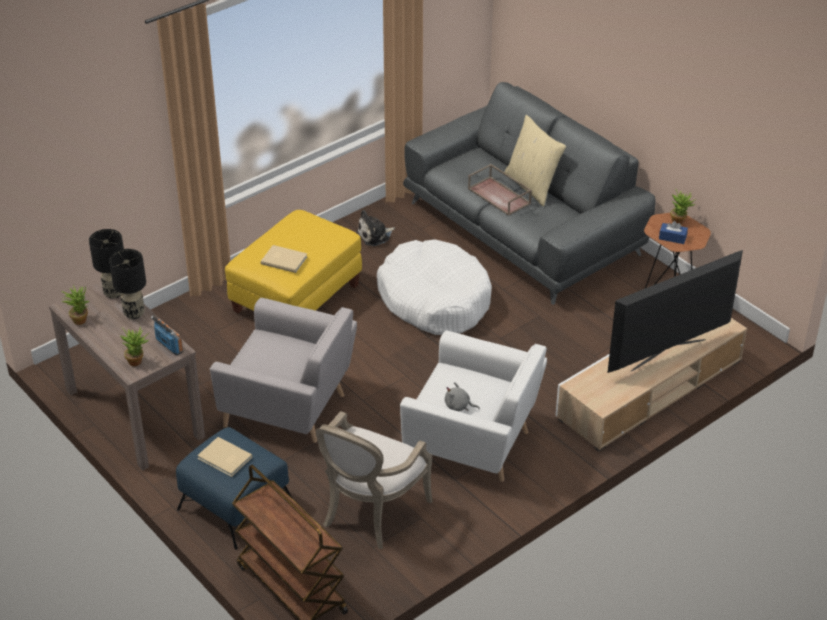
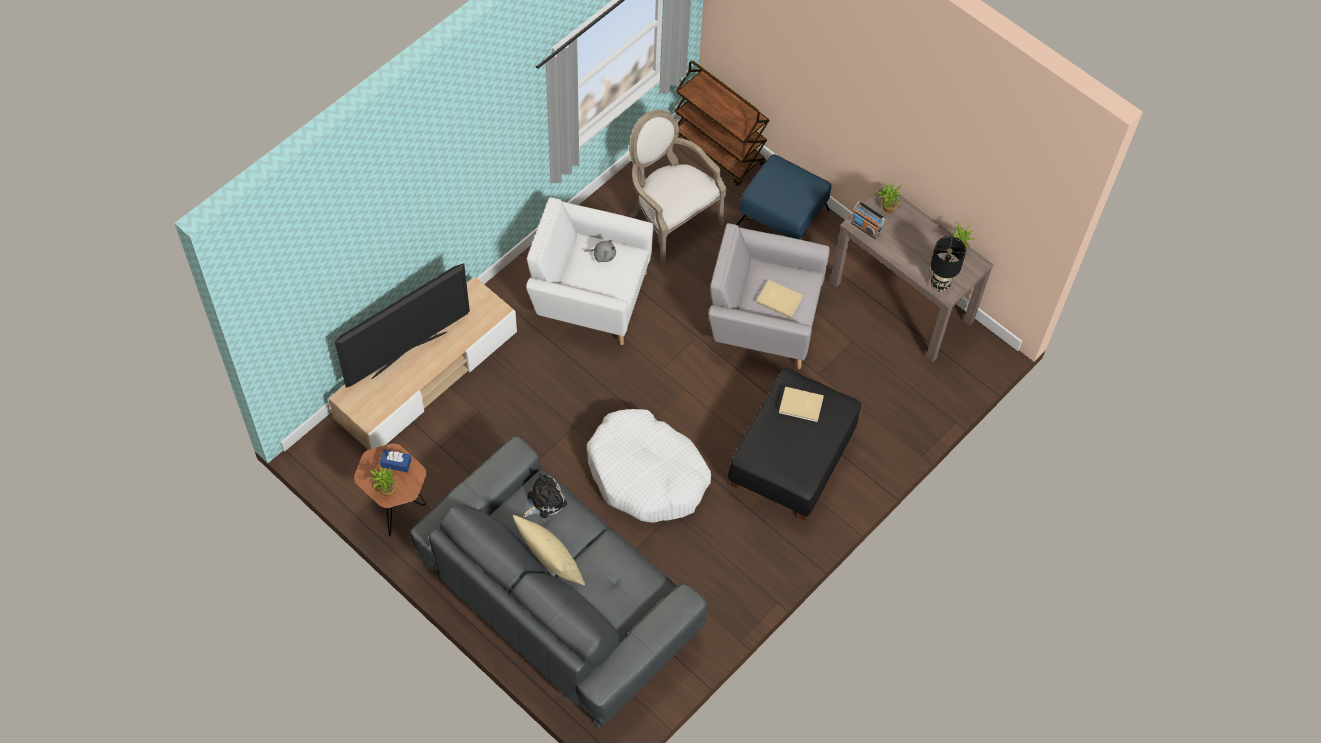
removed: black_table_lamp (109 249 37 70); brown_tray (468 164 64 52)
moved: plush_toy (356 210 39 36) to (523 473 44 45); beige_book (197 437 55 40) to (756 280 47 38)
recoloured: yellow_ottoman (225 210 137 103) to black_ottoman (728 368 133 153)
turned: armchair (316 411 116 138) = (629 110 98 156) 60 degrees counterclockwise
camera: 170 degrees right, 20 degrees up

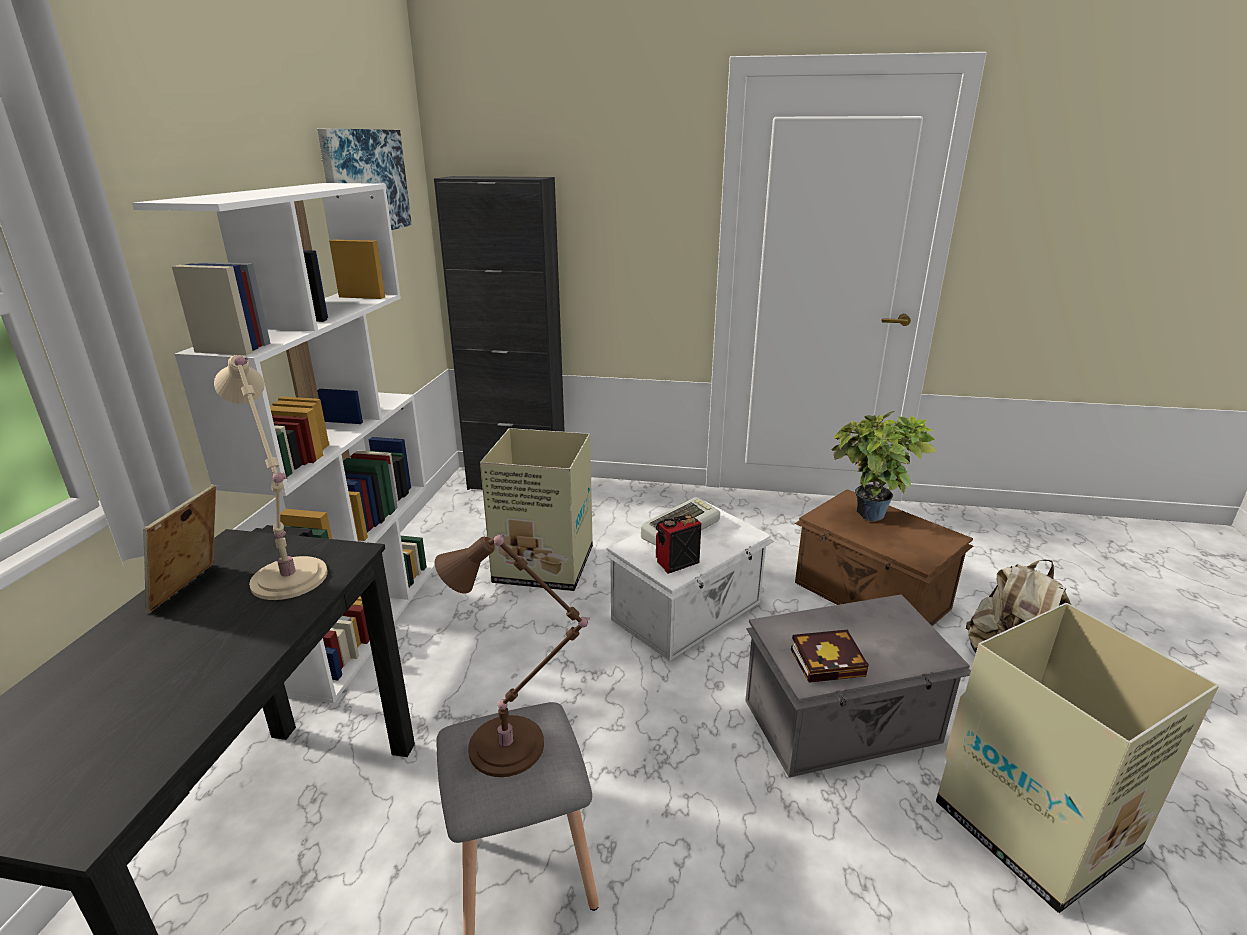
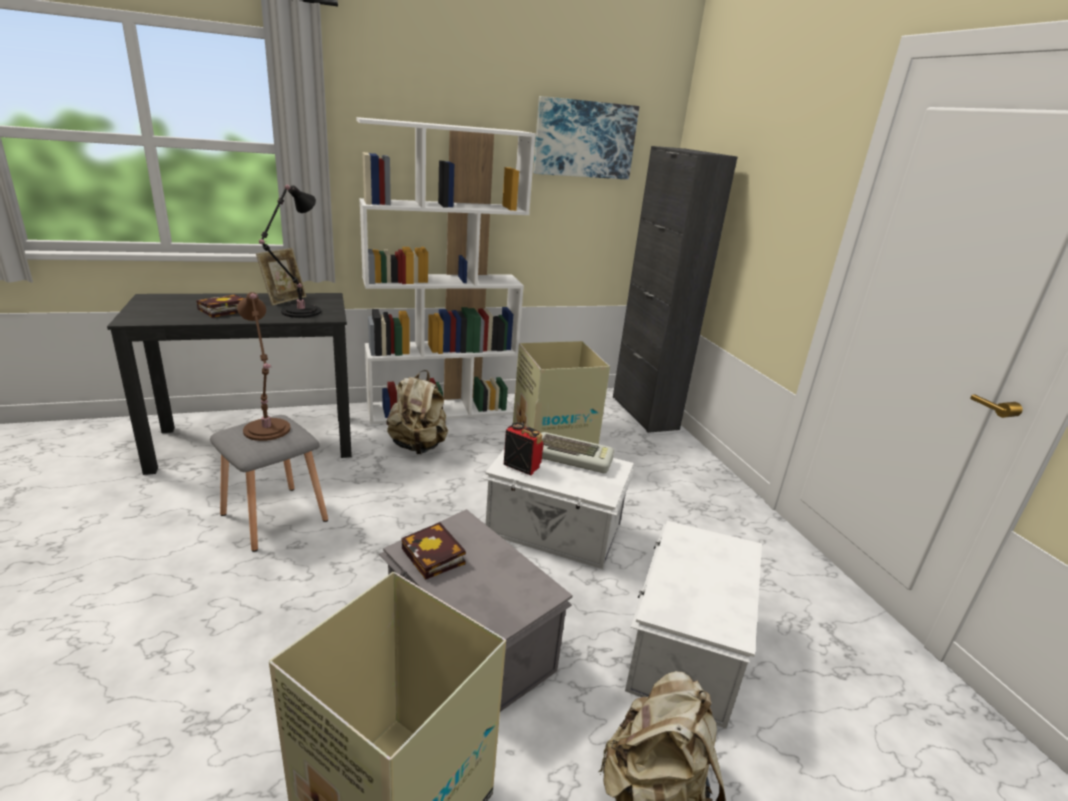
removed: potted_plant (831 411 105 111)
added: book (196 295 48 23); beige_backpack (387 370 61 84)
recoloured: beige_table_lamp (214 355 113 245) to black_table_lamp (259 185 62 133); brown_storage_box (795 489 178 137) to white_storage_box (625 521 137 208)
turned: picture_frame (143 485 73 128) = (256 248 51 58) 135 degrees clockwise
camera: 60 degrees right, 0 degrees up

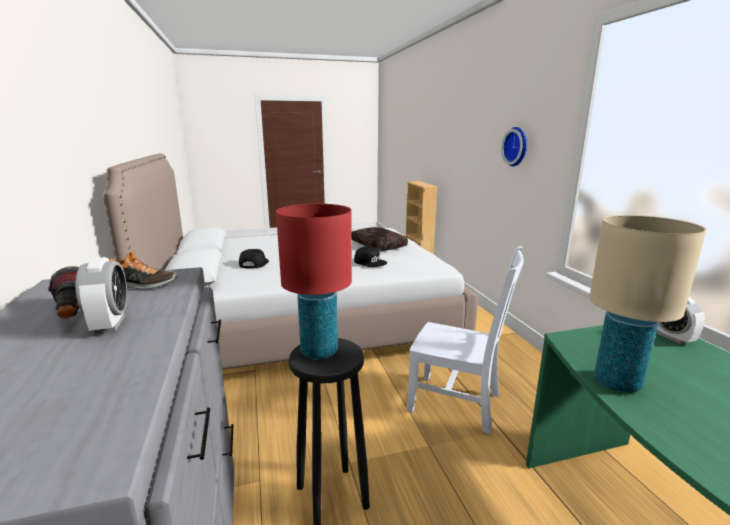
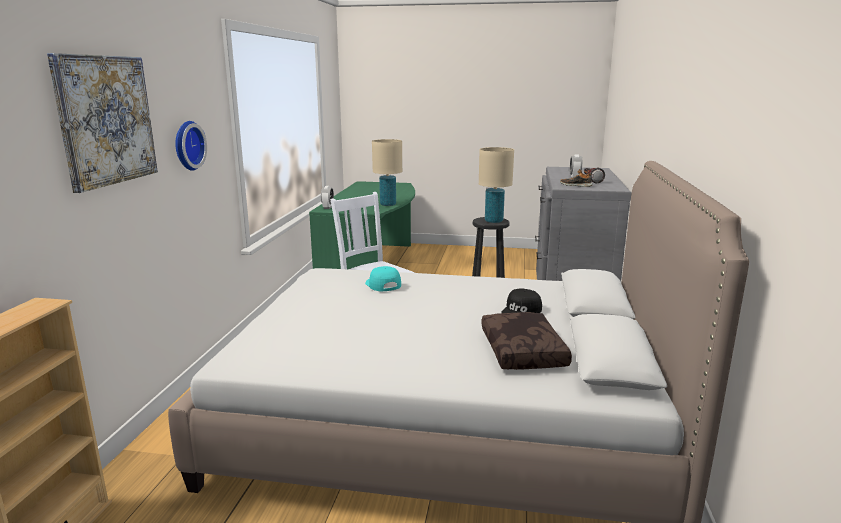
added: picture (47 53 111 140)
moved: brown_pillow (352 227 56 24) to (481 312 91 58)
recoloured: black_cap (354 246 33 21) to turquoise_cap (365 266 36 25); red_table_lamp (276 204 76 156) to beige_table_lamp (479 147 35 76)
camera: 155 degrees left, 0 degrees up

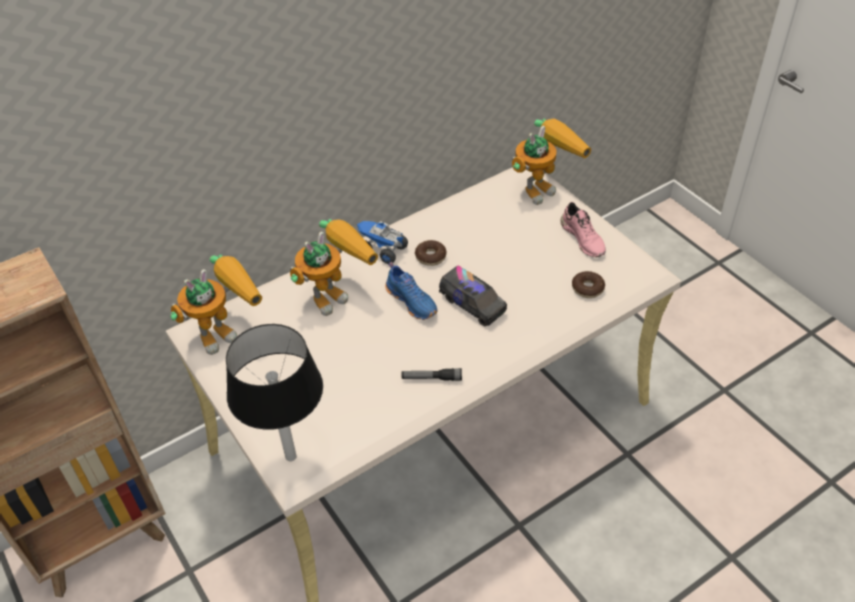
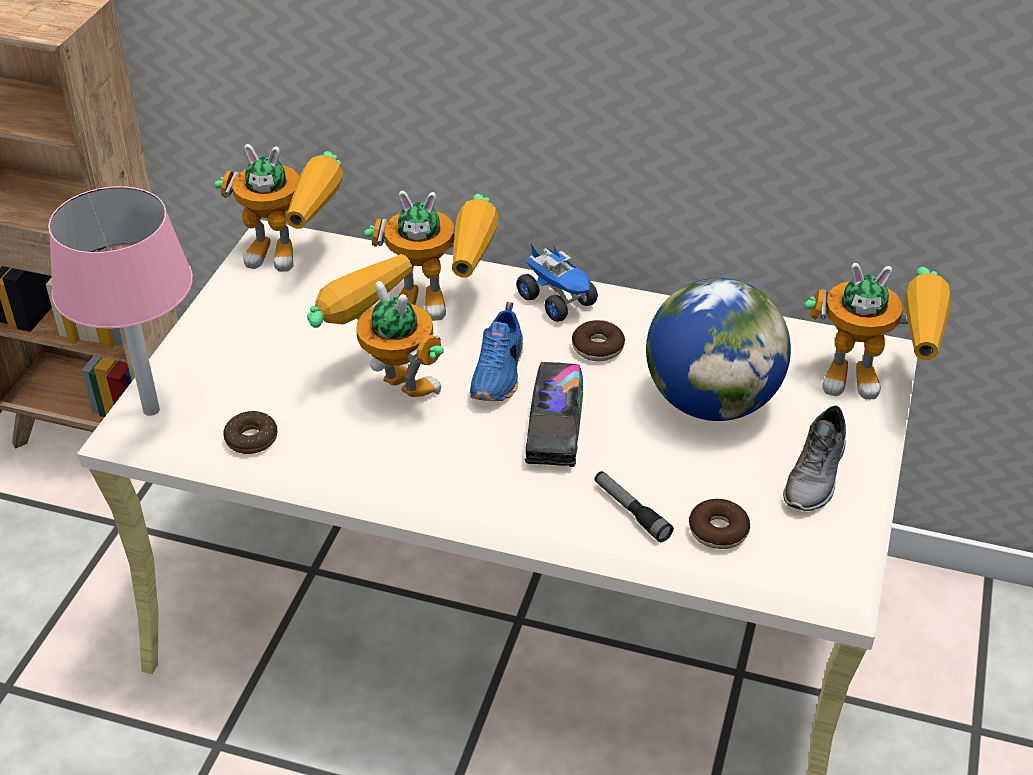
added: donut (223 410 55 44); toy_robot (307 254 137 143); globe (646 278 145 143)
moved: flashlight (402 368 60 13) to (594 471 80 71)
recoloured: black_table_lamp (226 324 97 137) to pink_table_lamp (48 186 145 230); pink_shoe (560 202 46 55) to grey_shoe (783 406 63 105)
turned: toy_truck (357 221 51 43) = (516 244 82 78) 150 degrees clockwise
camera: 50 degrees right, 5 degrees down

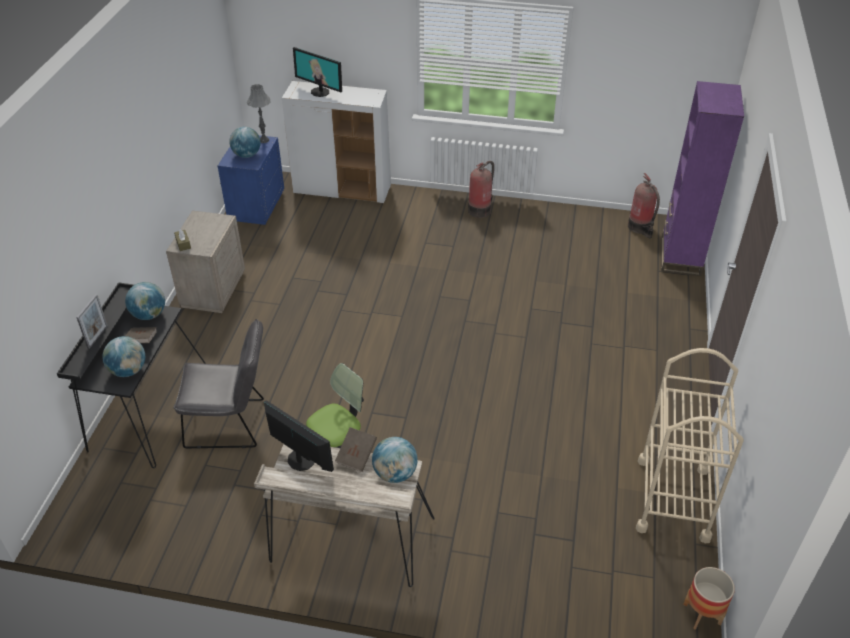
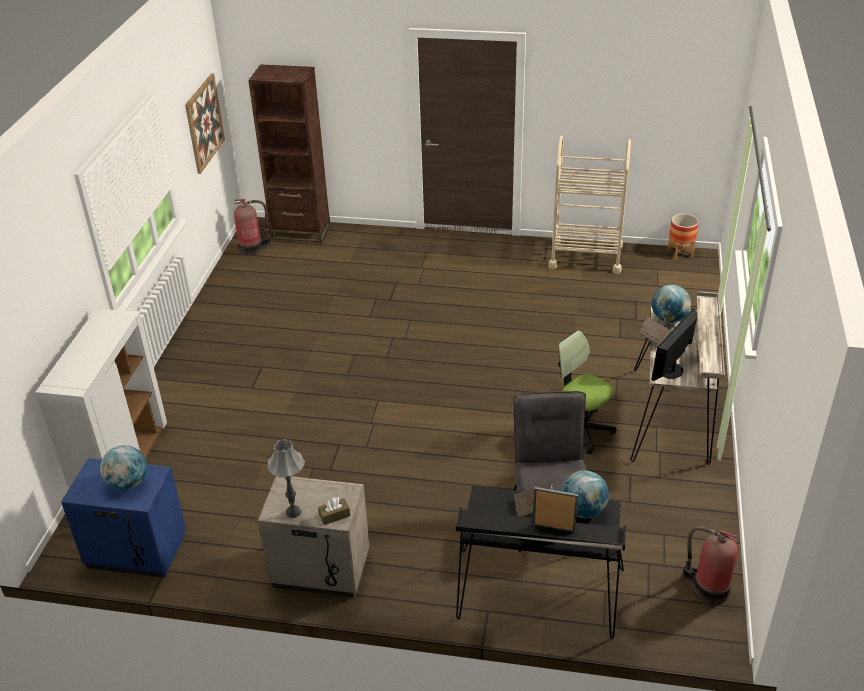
removed: globe (125 282 40 38); monitor (293 47 49 50)
added: picture (185 73 40 101)
moved: grey_table_lamp (247 84 24 59) to (268 439 37 79); fire_extinguisher (468 161 26 57) to (682 526 56 79)
recoloured: purple_bookcase (661 81 83 195) to brown_bookcase (248 64 82 179)
camera: 90 degrees left, 5 degrees down

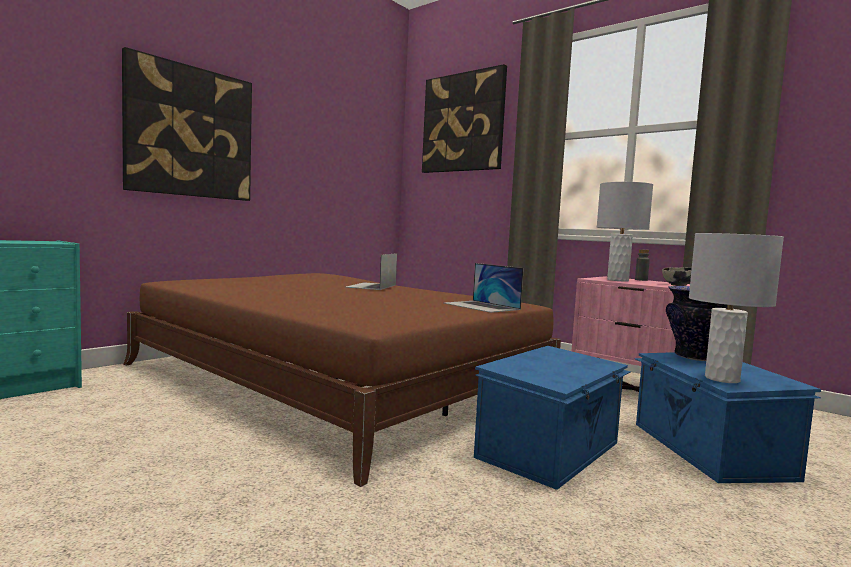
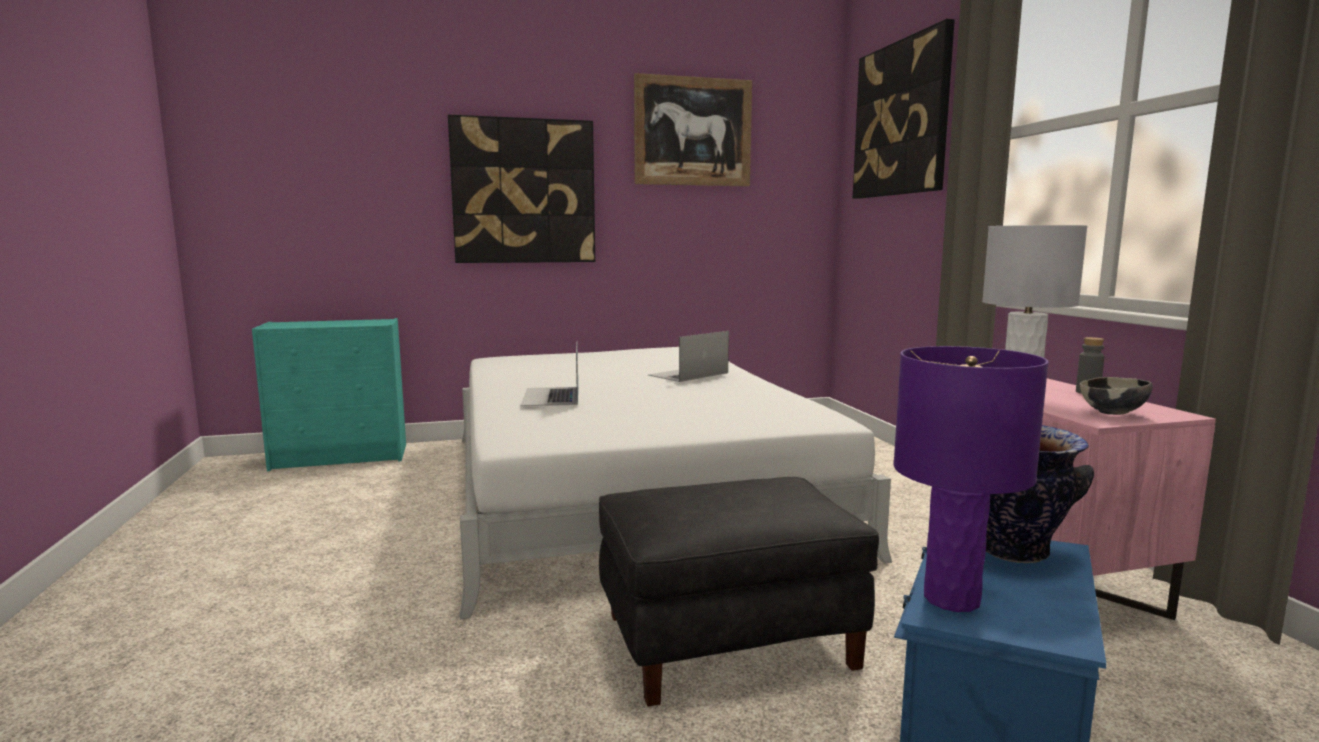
added: picture (634 73 118 113)
moved: laptop (444 263 80 50) to (521 344 57 62)
replaced: blue_storage_box (474 346 156 144) to black_ottoman (599 477 280 229)
recoloured: brown_bed (123 273 438 214) to white_bed (460 347 432 272); grey_table_lamp (689 233 95 150) to purple_table_lamp (893 346 156 266)
camera: 35 degrees right, 5 degrees up

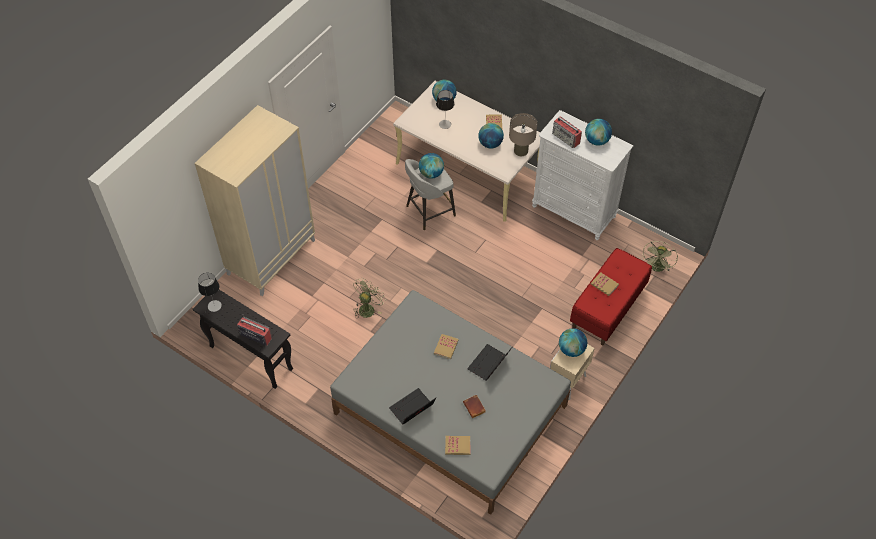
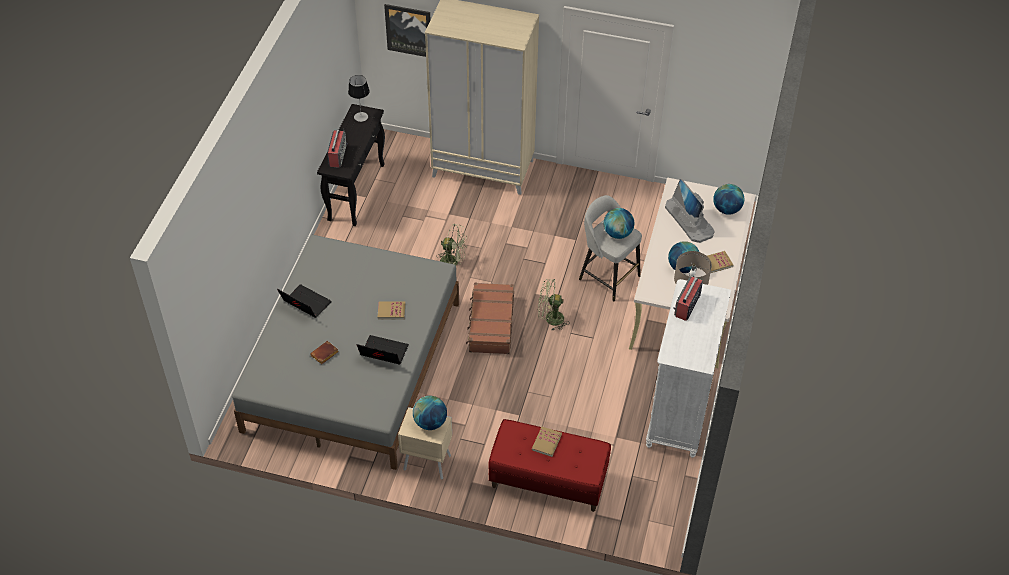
removed: book (445 436 25 19); globe (585 119 27 27)
added: picture (384 4 46 53); brown_suitcase (466 283 48 71)
moved: green_fan (642 241 36 31) to (538 279 32 52)
replaced: table_lamp (436 90 18 39) to monitor (665 179 50 64)
camera: 70 degrees right, 5 degrees down

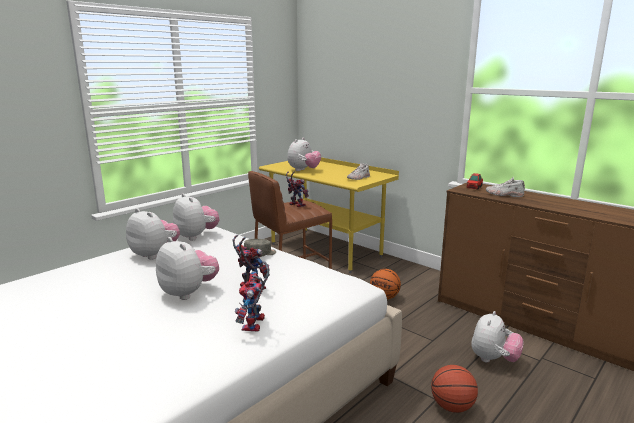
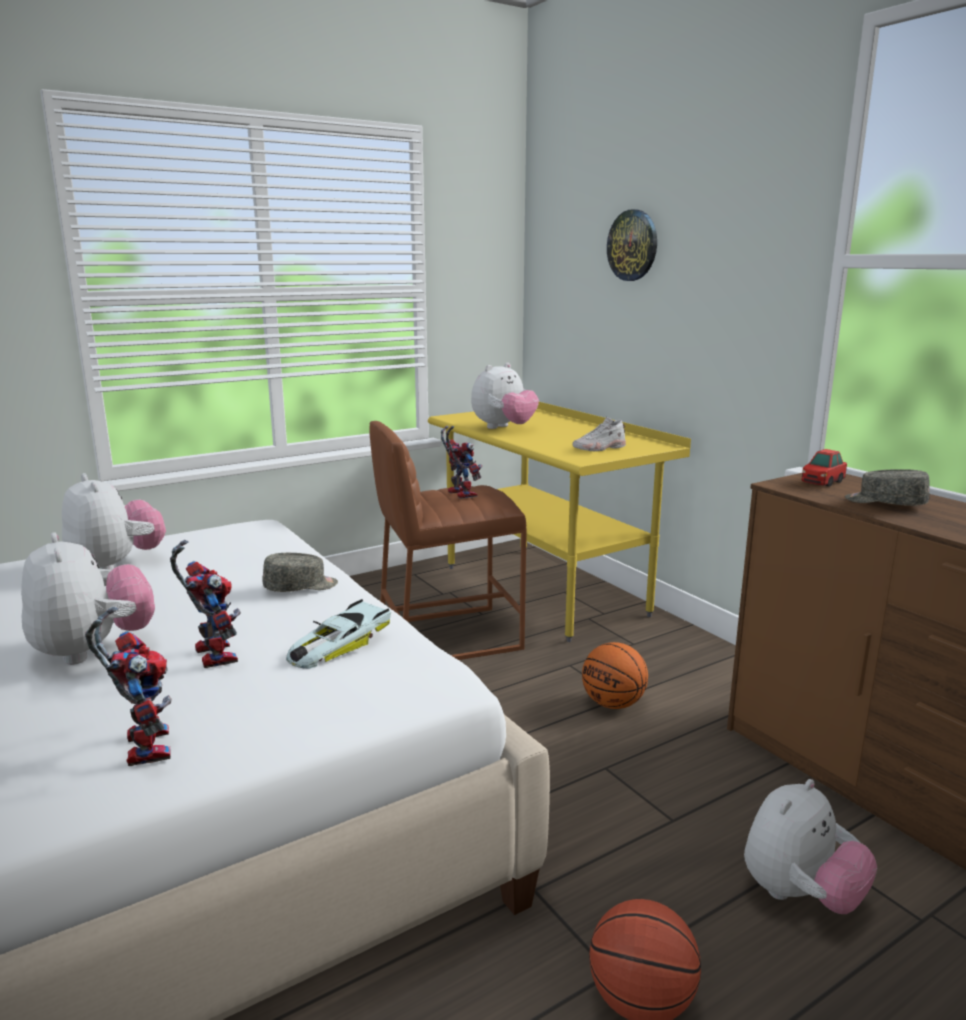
removed: plush_toy (173 193 46 47)
added: toy_car (286 599 105 70); wall_clock (607 209 50 72)
replaced: white_shoe (486 177 39 20) to grey_cap (845 469 85 37)
turned: toy_robot (235 261 34 71) = (85 607 87 159) 135 degrees clockwise
camera: 15 degrees right, 0 degrees up

